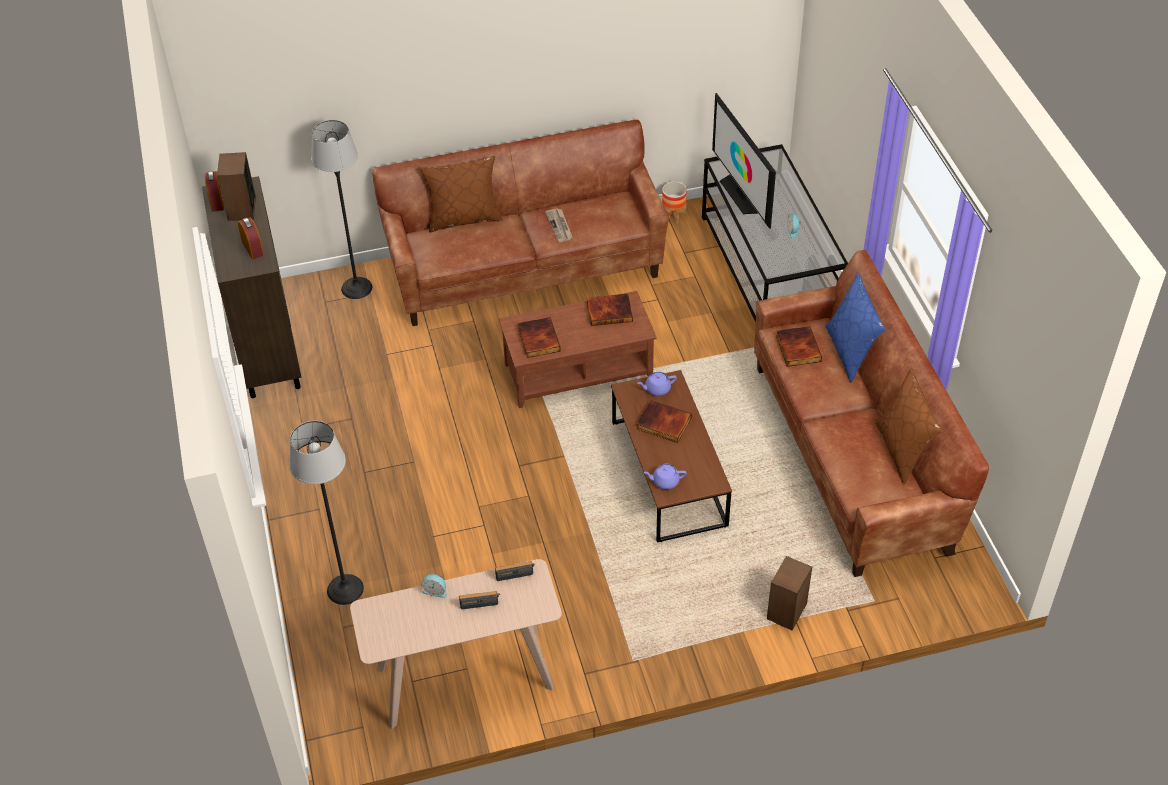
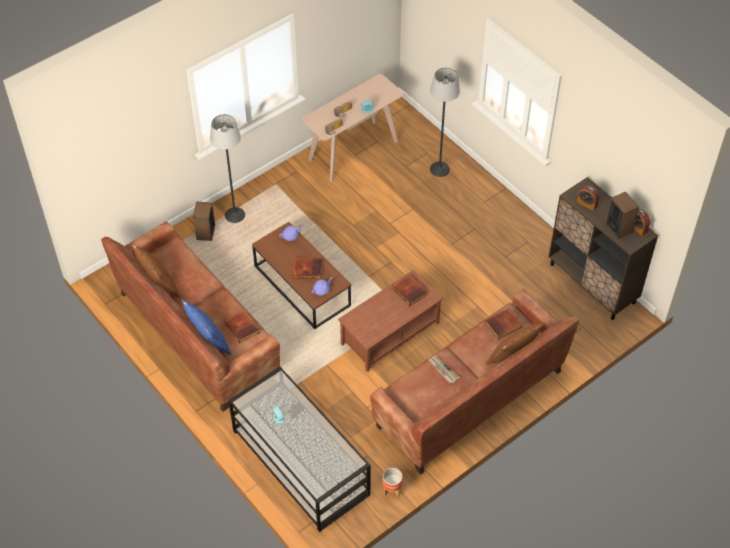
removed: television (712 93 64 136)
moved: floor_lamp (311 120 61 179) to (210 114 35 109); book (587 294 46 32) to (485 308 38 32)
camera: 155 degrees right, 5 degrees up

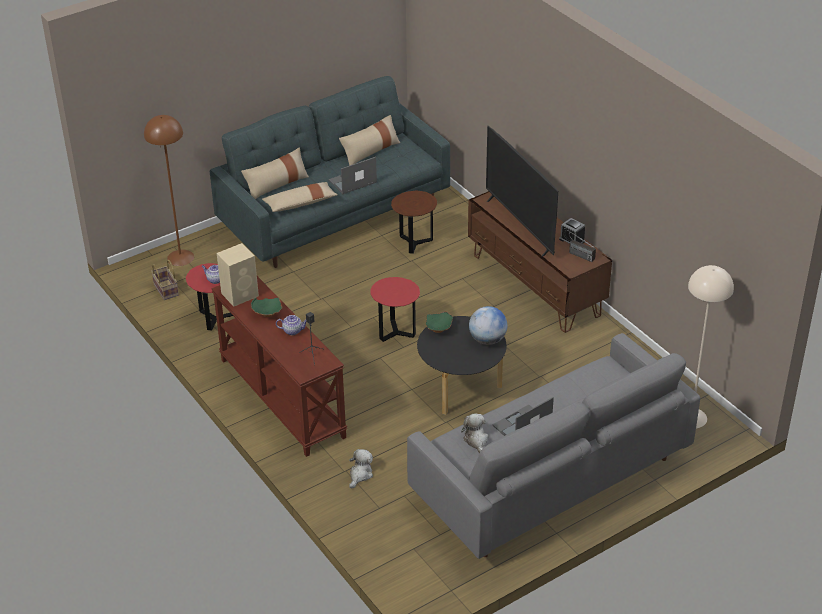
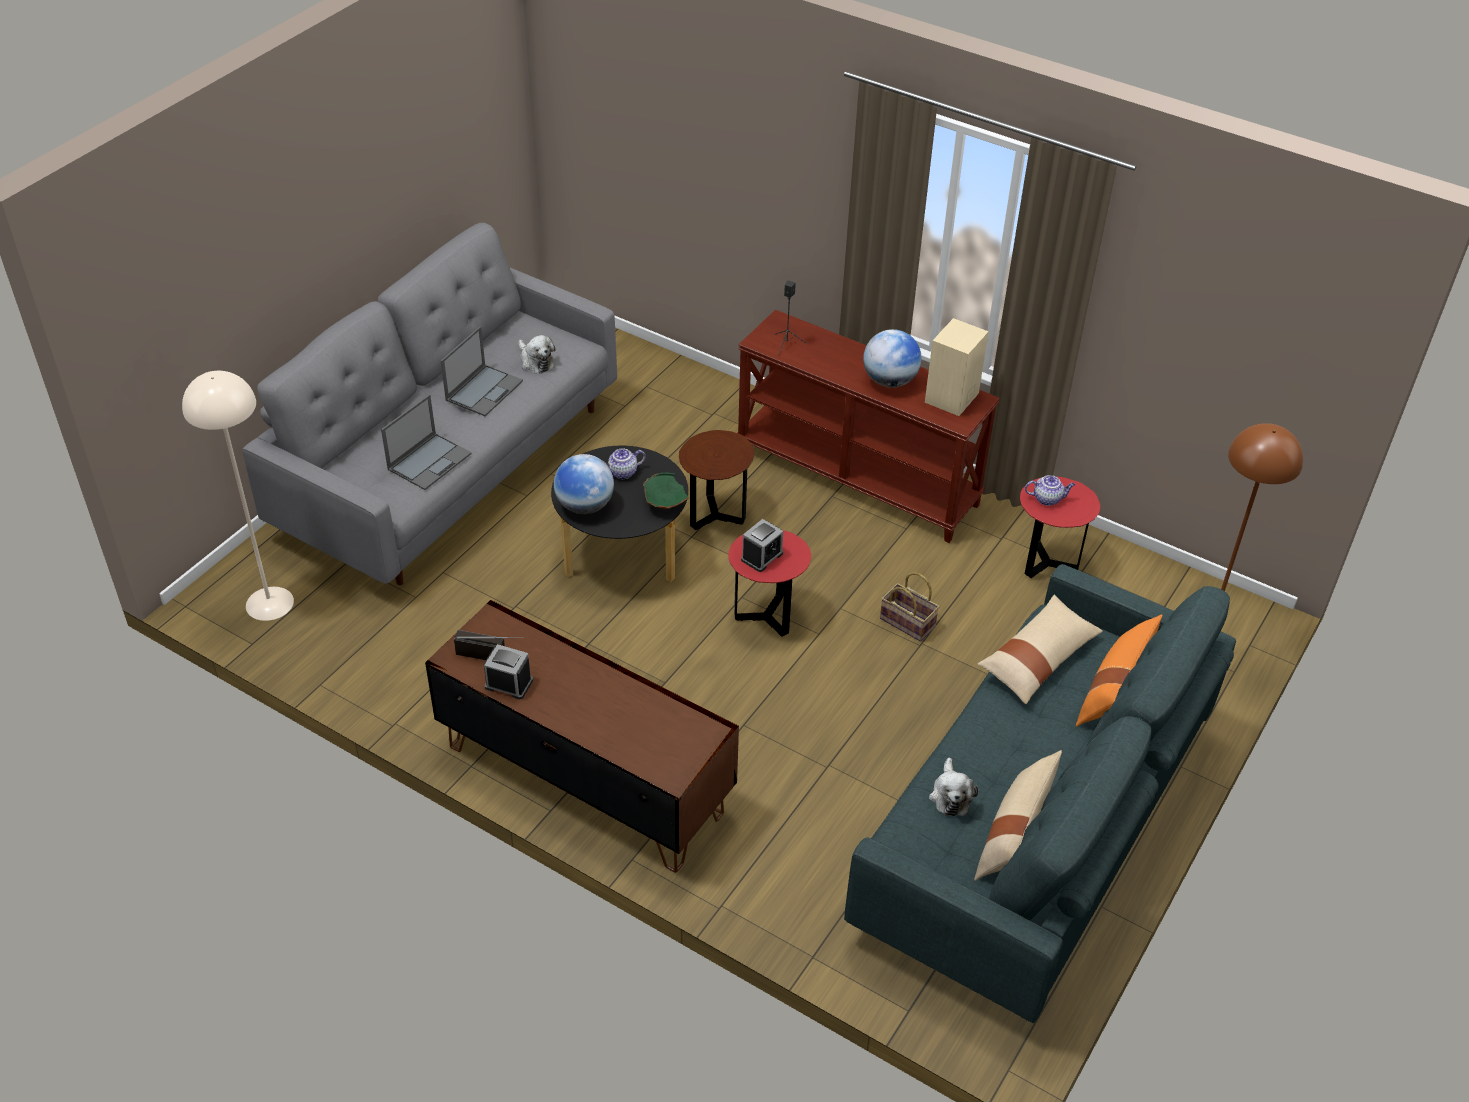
removed: television (486 126 72 131)
added: alarm_clock (741 519 42 53)
moved: laptop (329 157 48 37) to (381 394 91 96); teapot (276 315 30 20) to (607 449 38 30); brown_side_table (391 191 46 63) to (679 430 75 100); basket (151 260 28 40) to (880 572 59 70); plush_toy (349 449 24 40) to (929 758 49 58)
replaced: green_bowl (251 298 32 19) to globe (863 329 59 59)
recoloured: beige_pillow (241 147 68 52) to orange_pillow (1076 614 86 113)
camera: 155 degrees right, 5 degrees up

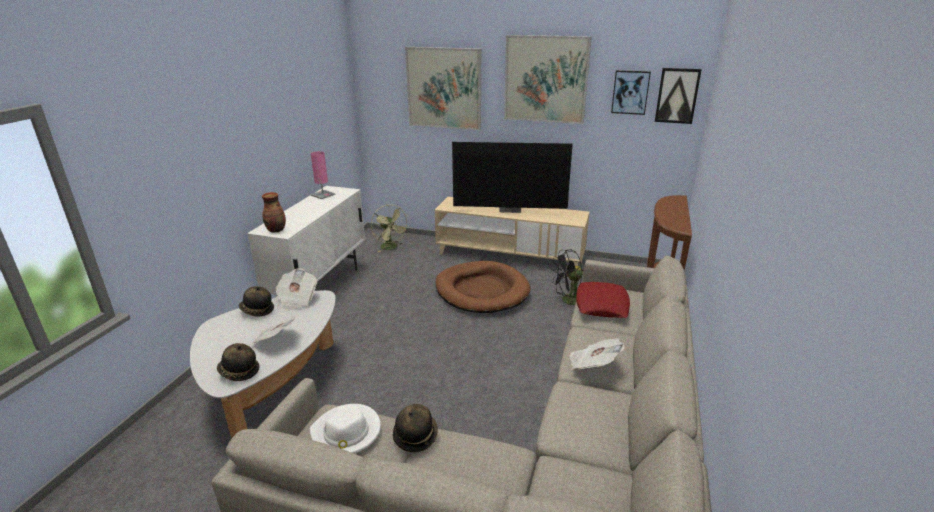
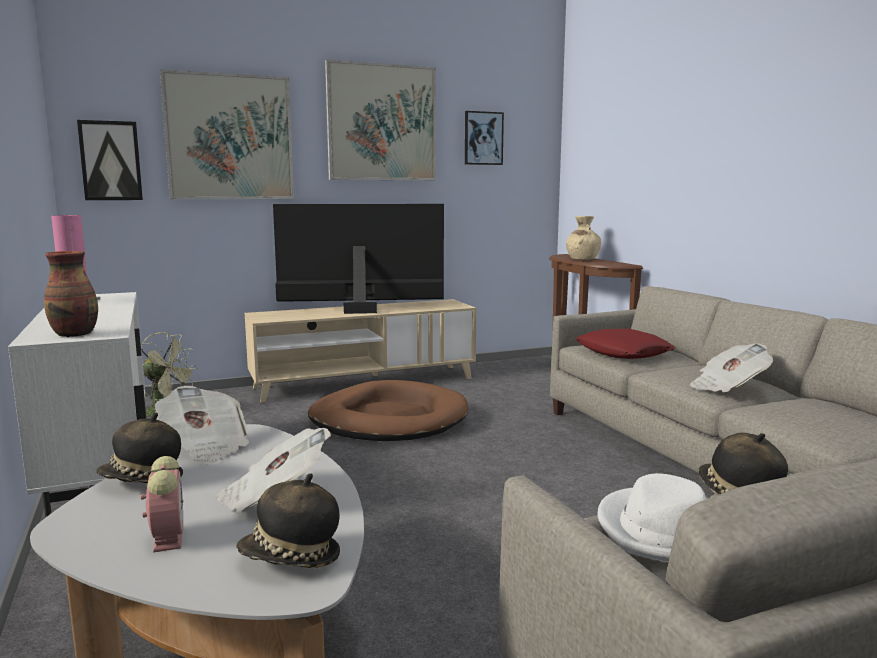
removed: black_fan (551 249 32 56)
added: alarm_clock (141 456 42 97); beige_vase (566 216 35 44)
moved: picture (655 68 47 56) to (77 120 66 80)
turned: television (452 142 121 71) = (273 204 171 110) 150 degrees counterclockwise
camera: 40 degrees left, 15 degrees down

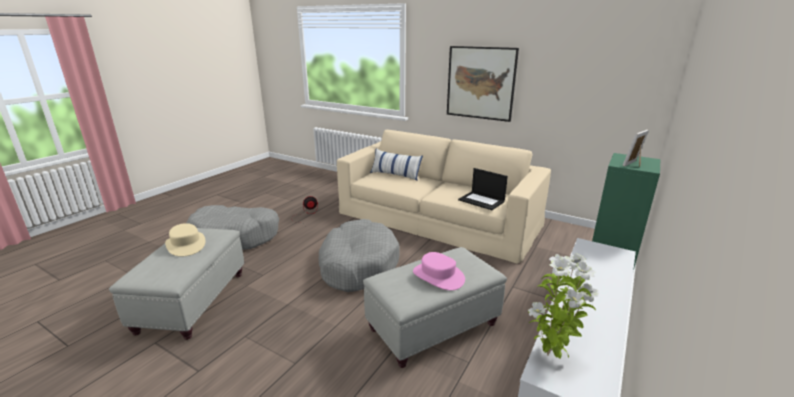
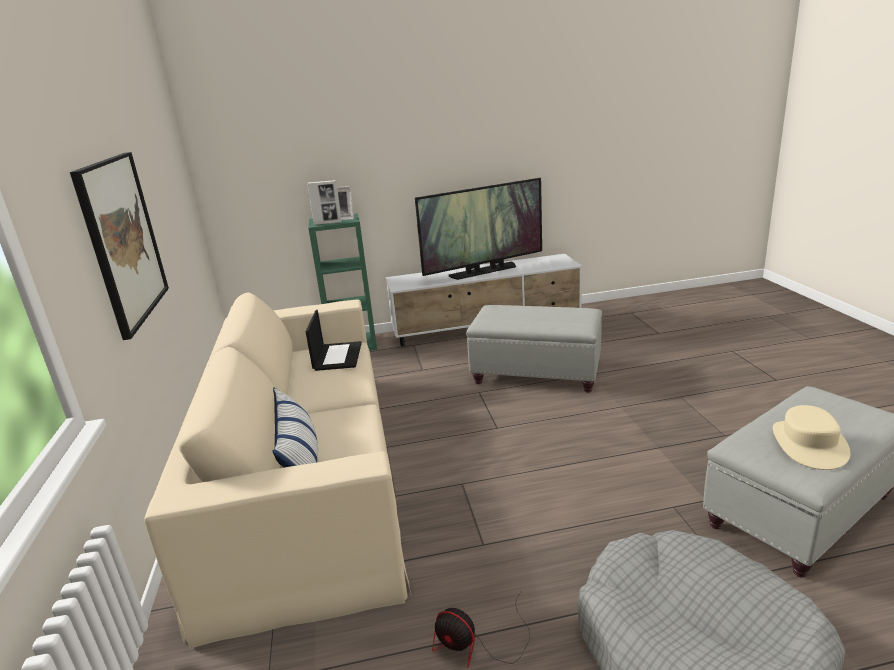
removed: grey_dog_bed (319 219 80 73); pink_hat (413 252 52 38); potted_plant (528 254 70 105)
added: picture_frame (307 180 35 45); television (415 178 127 102)
camera: 130 degrees left, 0 degrees up

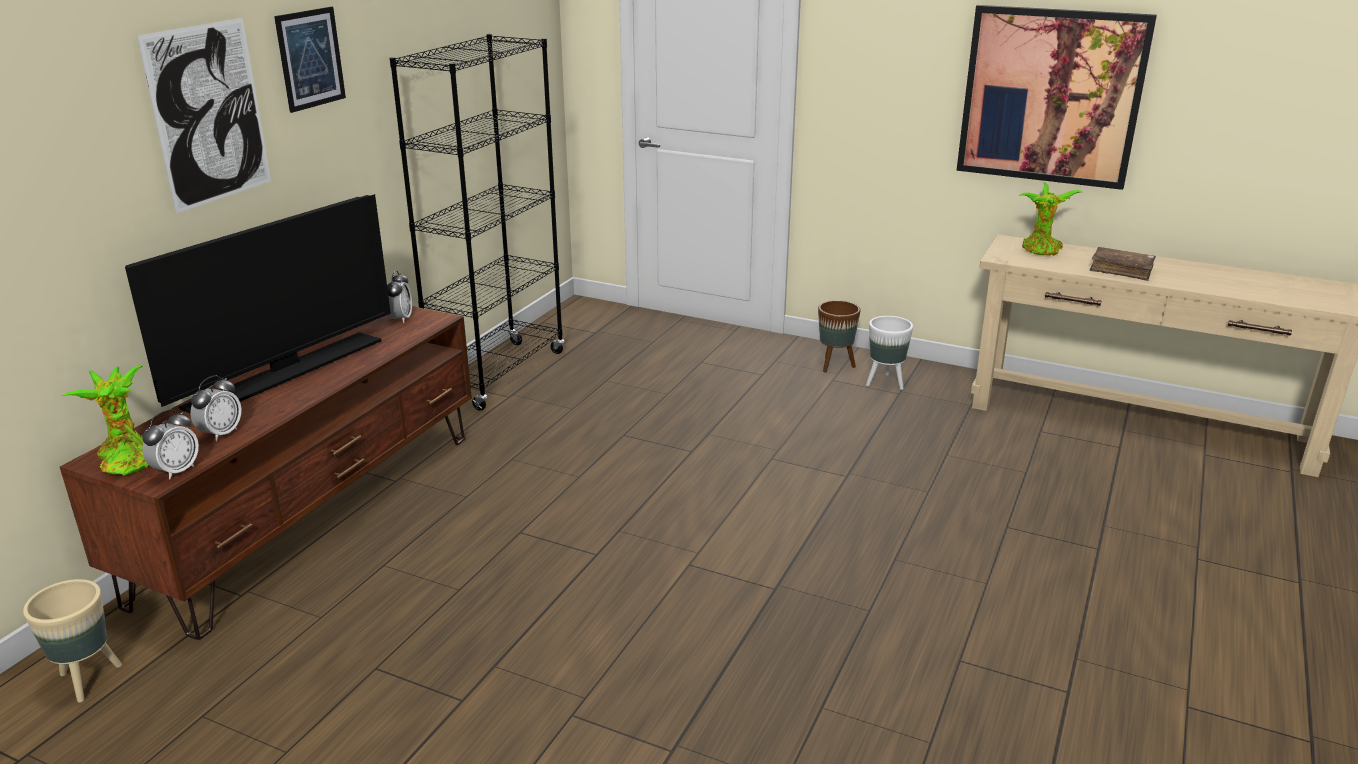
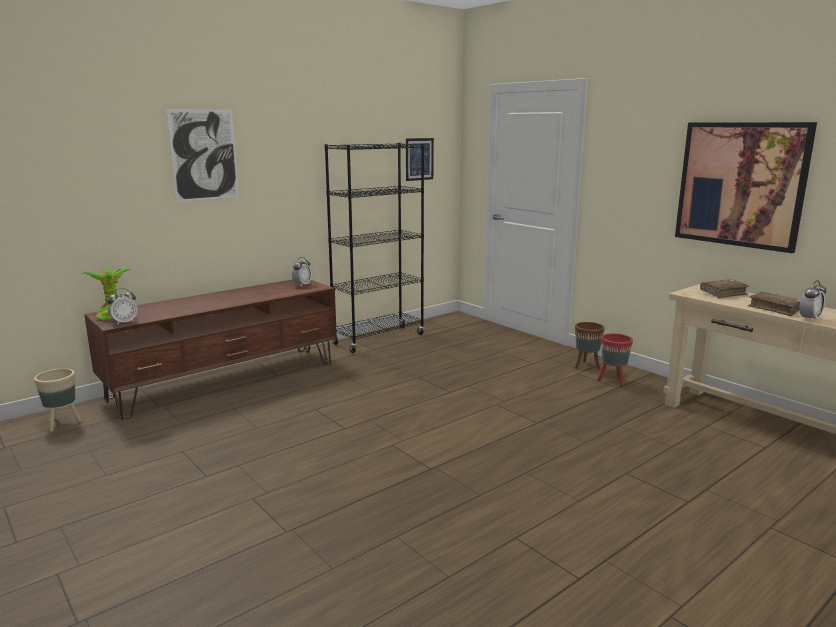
removed: television (125 194 266 219)
moved: picture (274 7 72 106) to (406 138 28 43); alarm_clock (190 375 52 66) to (800 281 26 41)
replaced: potted_plant (1020 182 62 74) to brown_book (700 279 50 19)
recoloured: white_planter (866 316 47 74) to red_planter (598 333 35 53)
camera: 25 degrees right, 10 degrees down

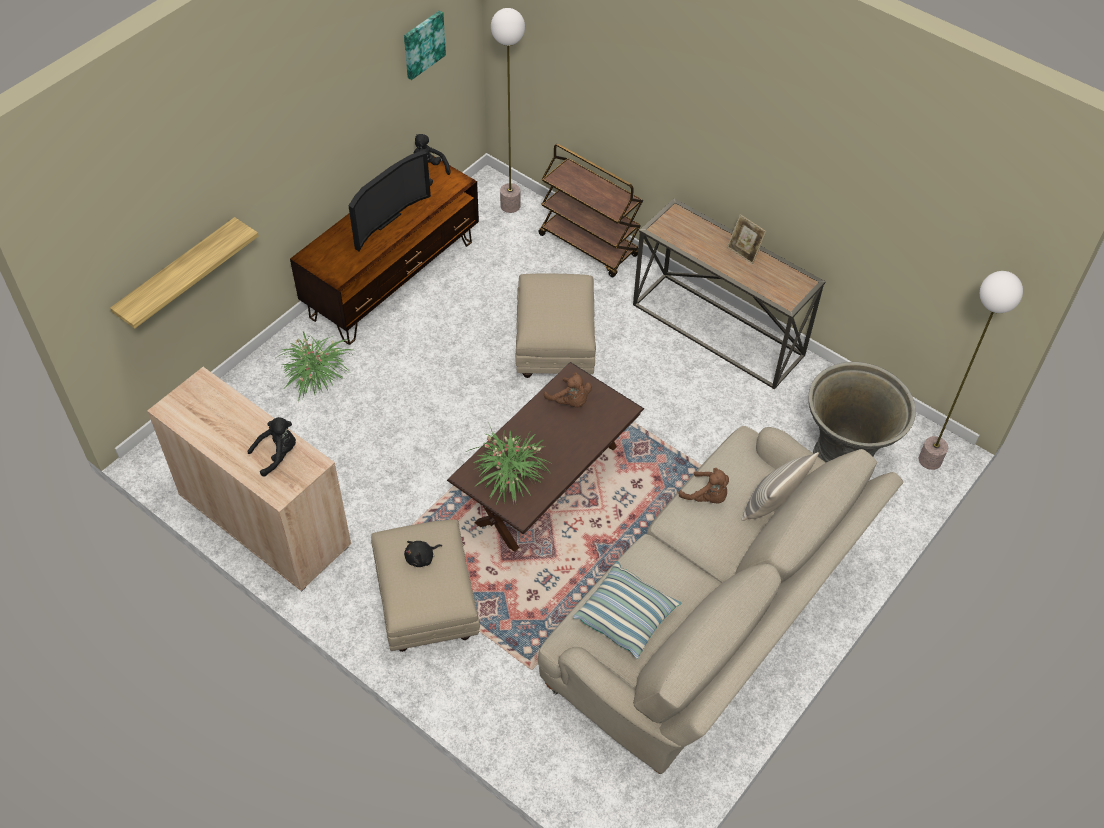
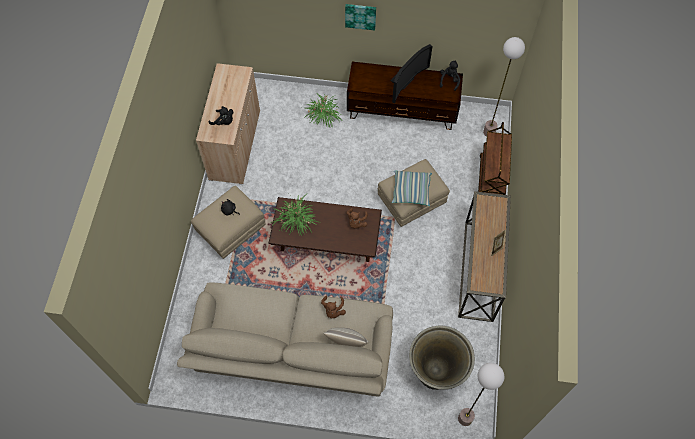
removed: shelf (110 217 148 112)
moved: picture (404 10 42 70) to (345 4 31 26); pillow (573 561 108 98) to (392 171 40 35)
turned: television (348 151 83 100) = (390 44 43 60) 60 degrees counterclockwise
camera: 60 degrees right, 10 degrees up

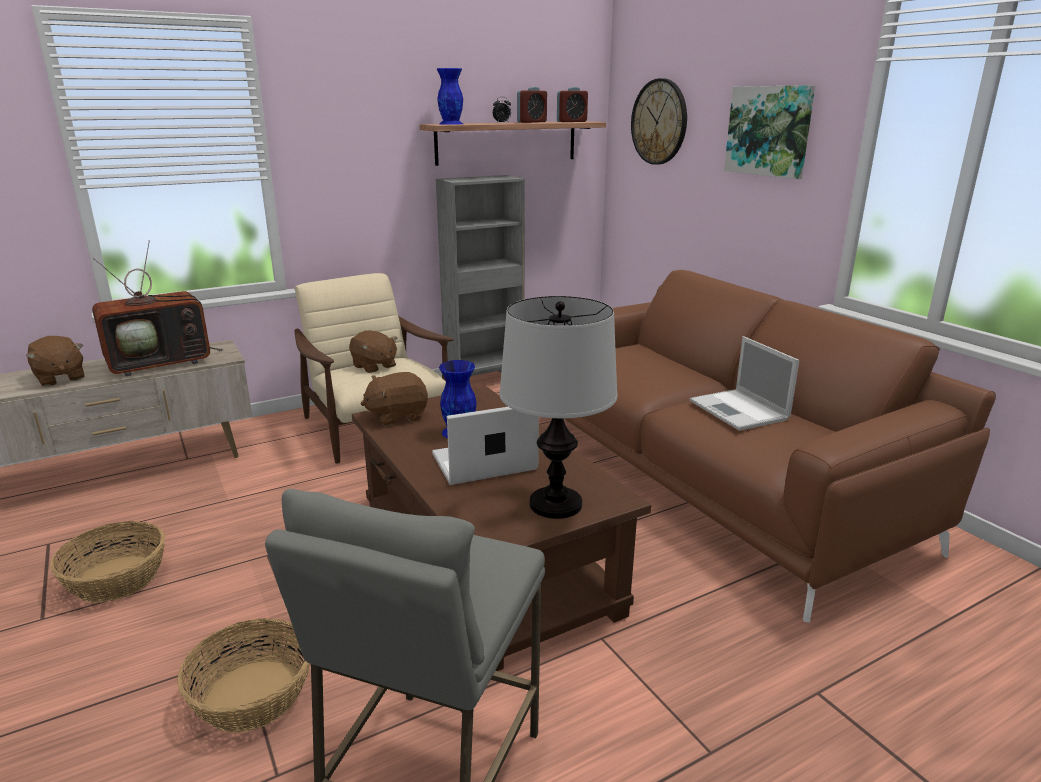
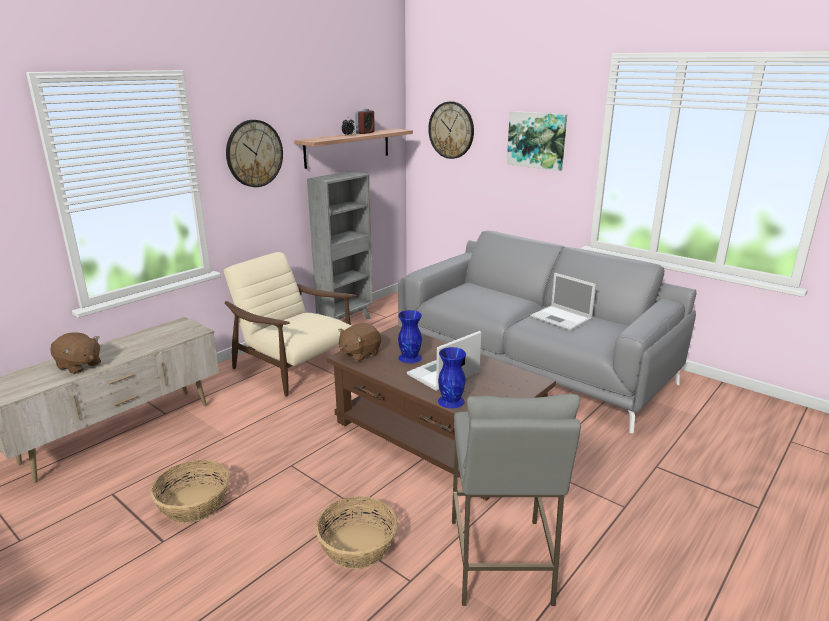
removed: television (92 240 132 136); brown_plush_toy (349 330 48 43); table_lamp (499 296 119 223); alarm_clock (557 87 31 35)
added: wall_clock (226 120 57 67)
moved: blue_vase (437 68 26 57) to (438 347 28 61)
recoloured: brown_sofa (564 270 432 353) to grey_sofa (398 231 299 202)
camera: 20 degrees left, 0 degrees up

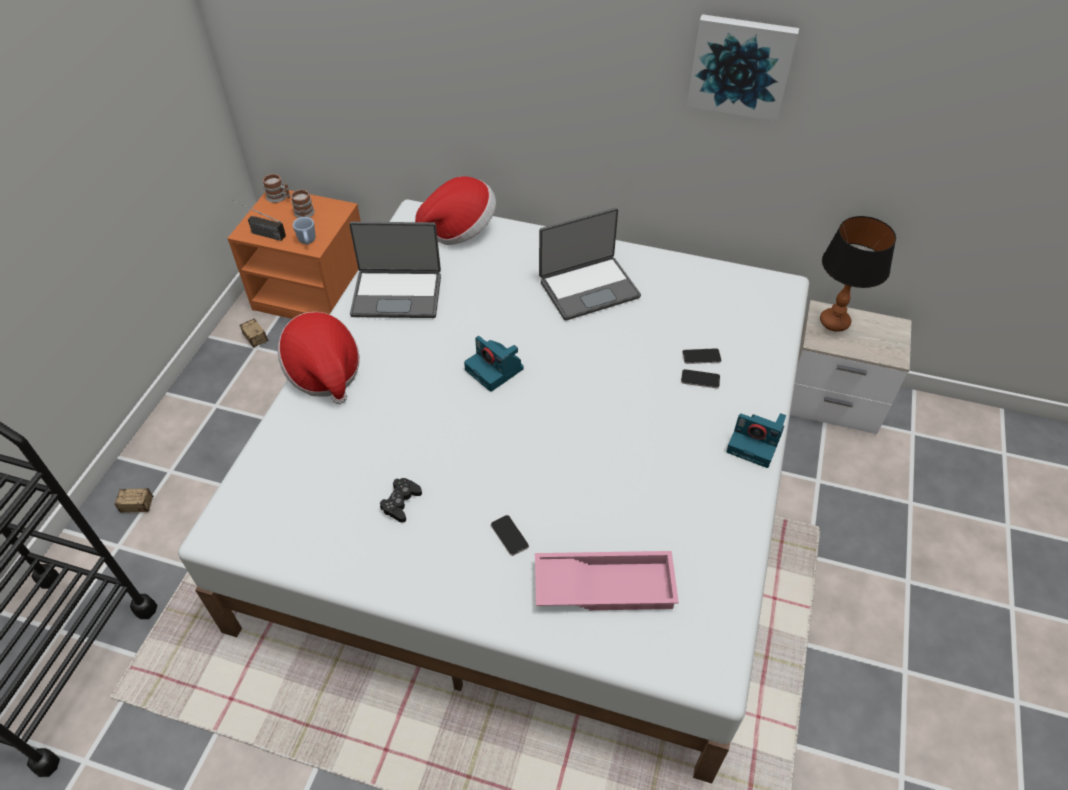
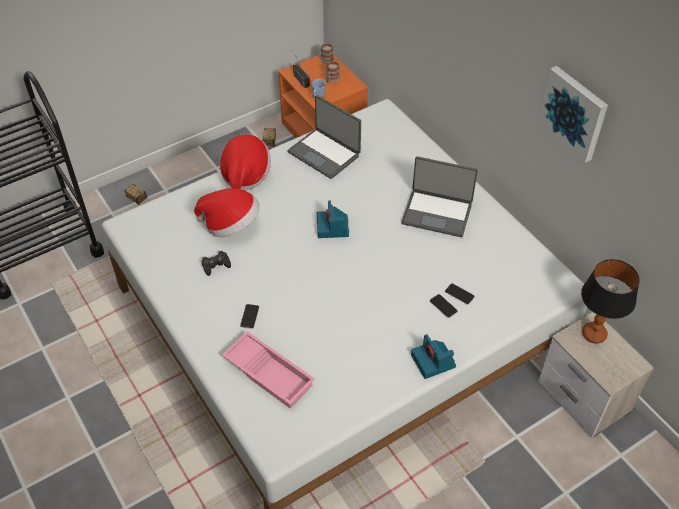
moved: hat (415 176 81 69) to (194 188 66 49)
camera: 40 degrees right, 0 degrees up

